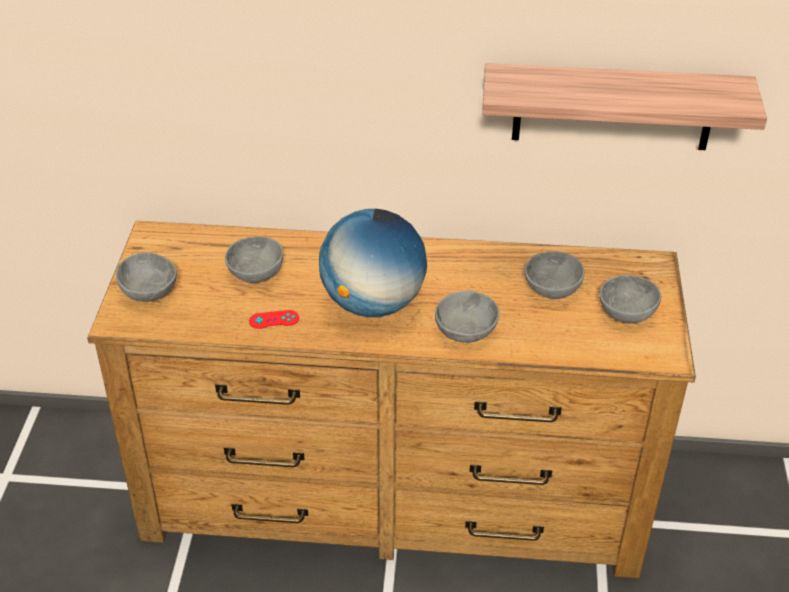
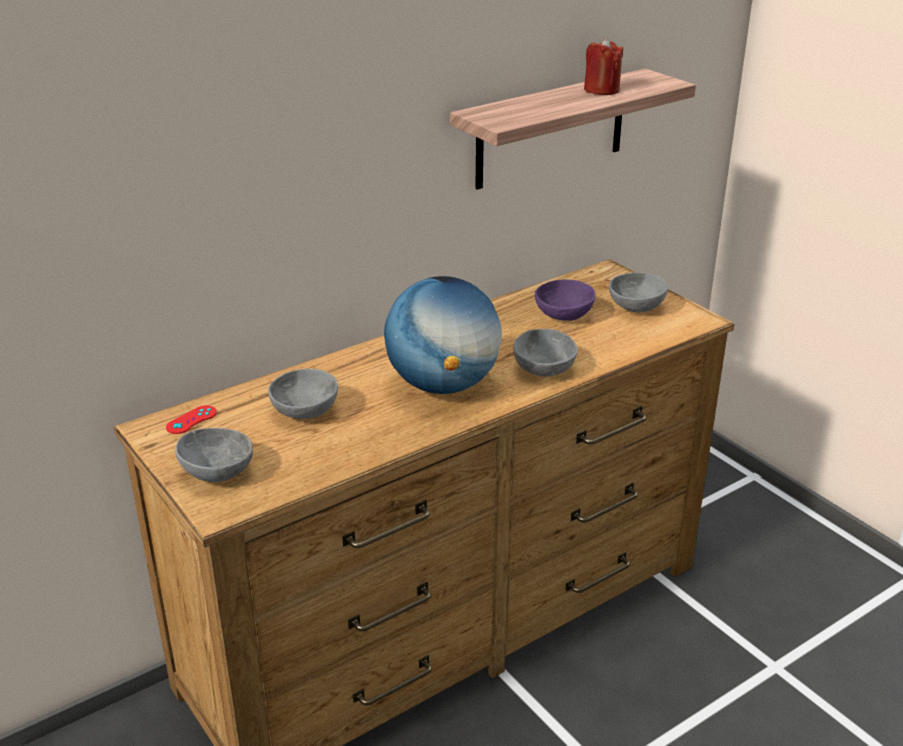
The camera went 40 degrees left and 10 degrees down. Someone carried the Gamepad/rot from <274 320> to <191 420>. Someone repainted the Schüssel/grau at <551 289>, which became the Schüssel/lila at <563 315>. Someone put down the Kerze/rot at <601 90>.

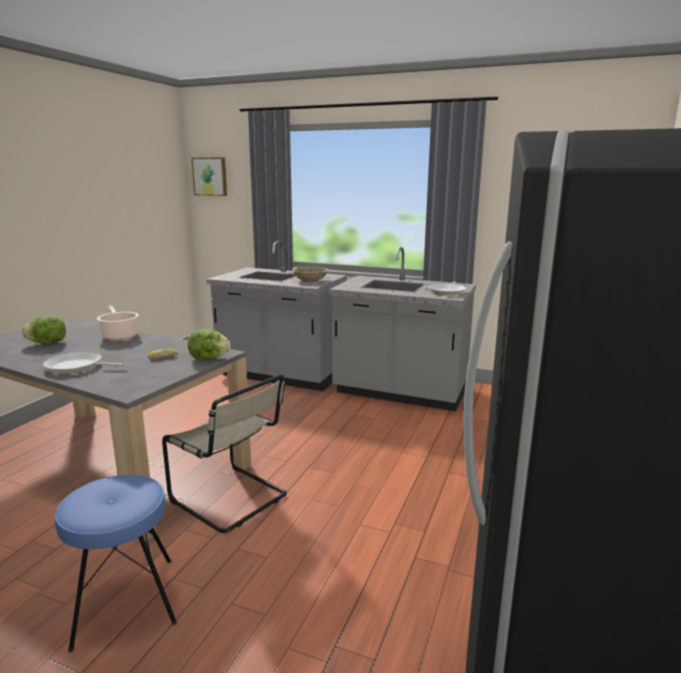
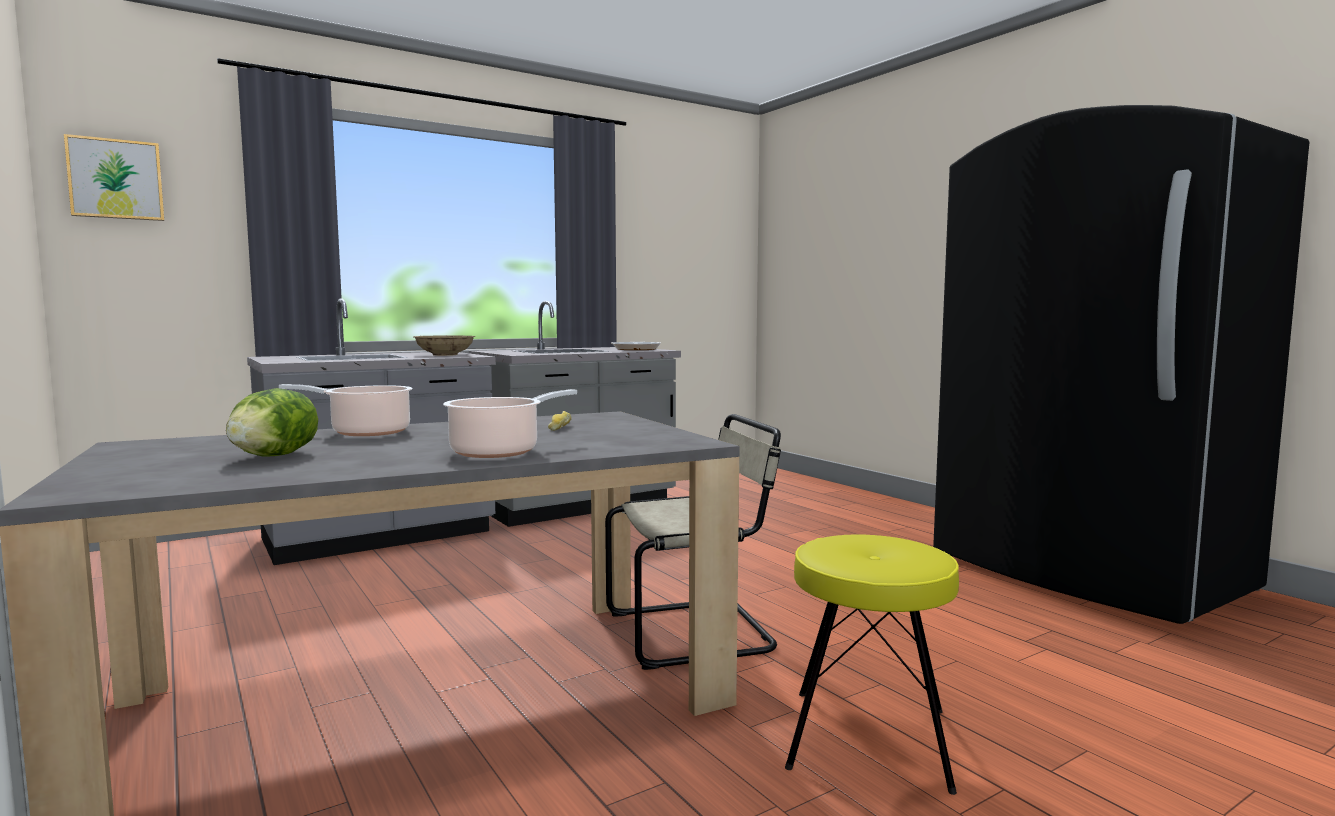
The camera went 55 degrees left and 10 degrees down. Someone swapped the Pfanne at <77 367> for the Kochtopf at <500 451>. Someone repainted the Hocker/blau at <126 601>, which became the Hocker/gelb at <869 737>. Someone took away the Salatkopf at <208 358>.

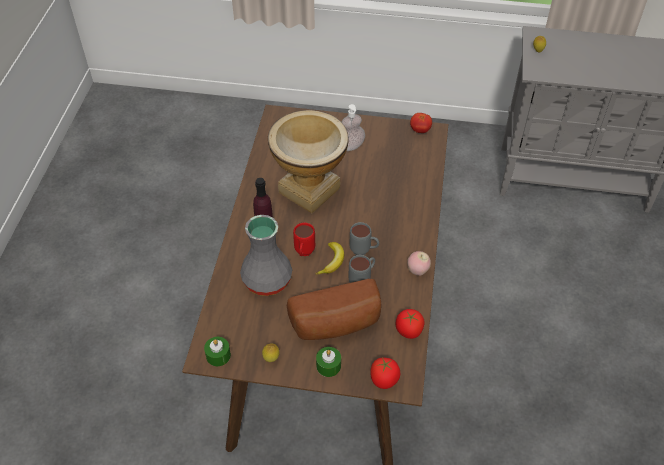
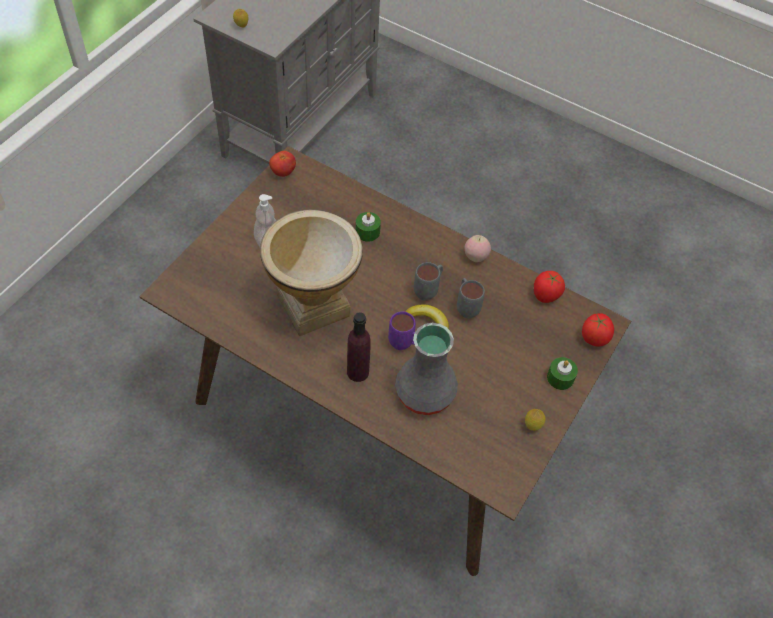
The camera went 70 degrees left and 5 degrees up. Someone carried the Kerze/grün from <218 355> to <367 231>. Someone repainted the Henkelbecher/rot at <303 254>, which became the Henkelbecher/lila at <405 345>. Someone took away the Brot at <337 324>.

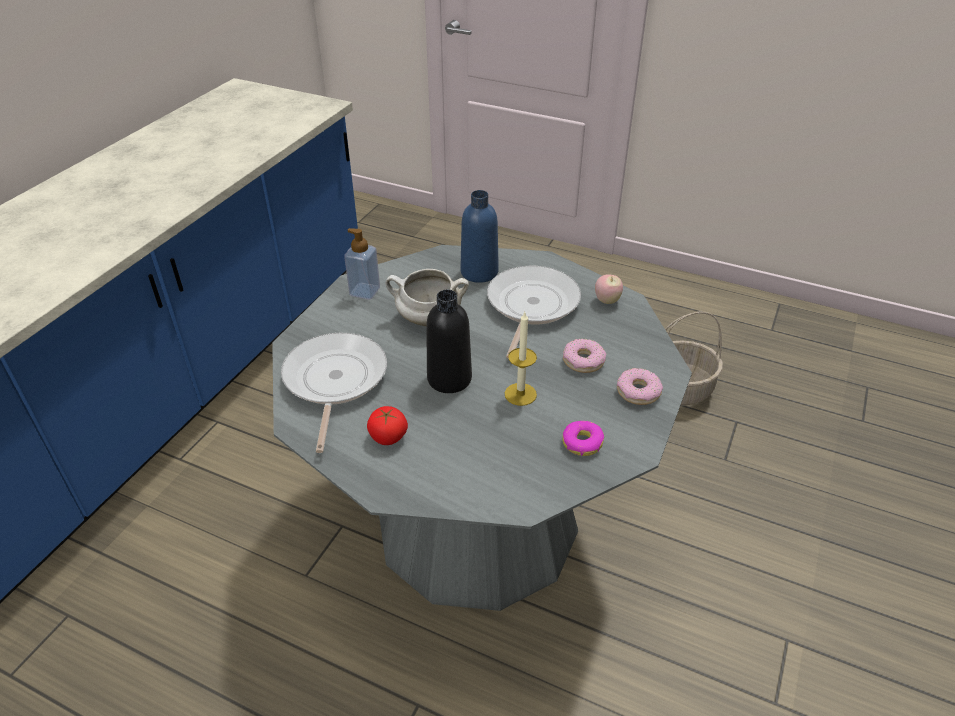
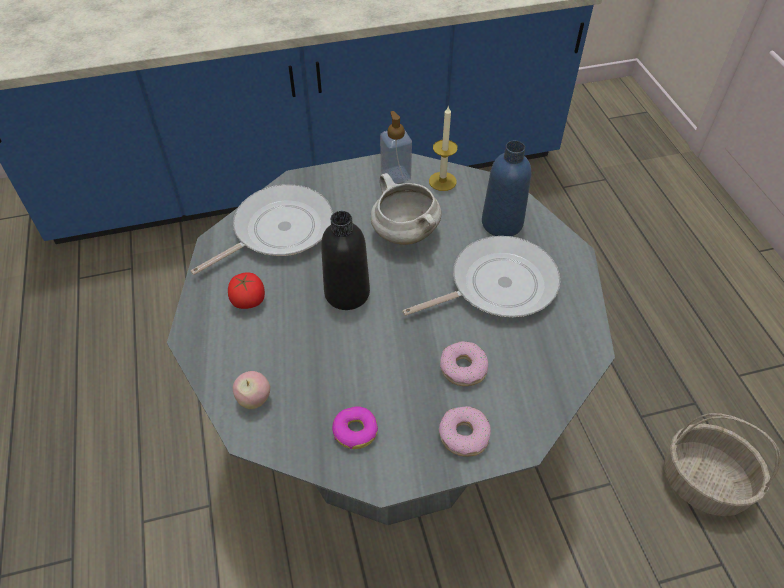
The camera went 50 degrees right and 10 degrees up. Someone carried the Apfel from <607 301> to <254 400>. Someone carried the Kerze from <520 394> to <442 181>.

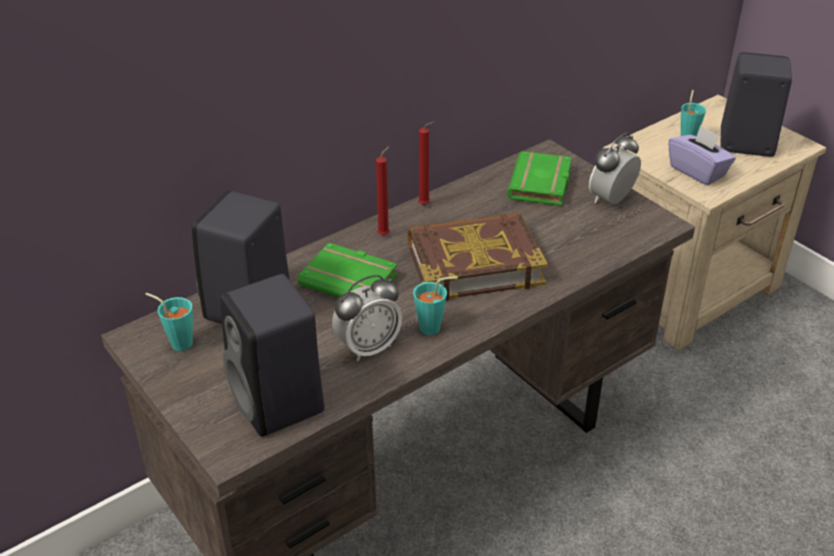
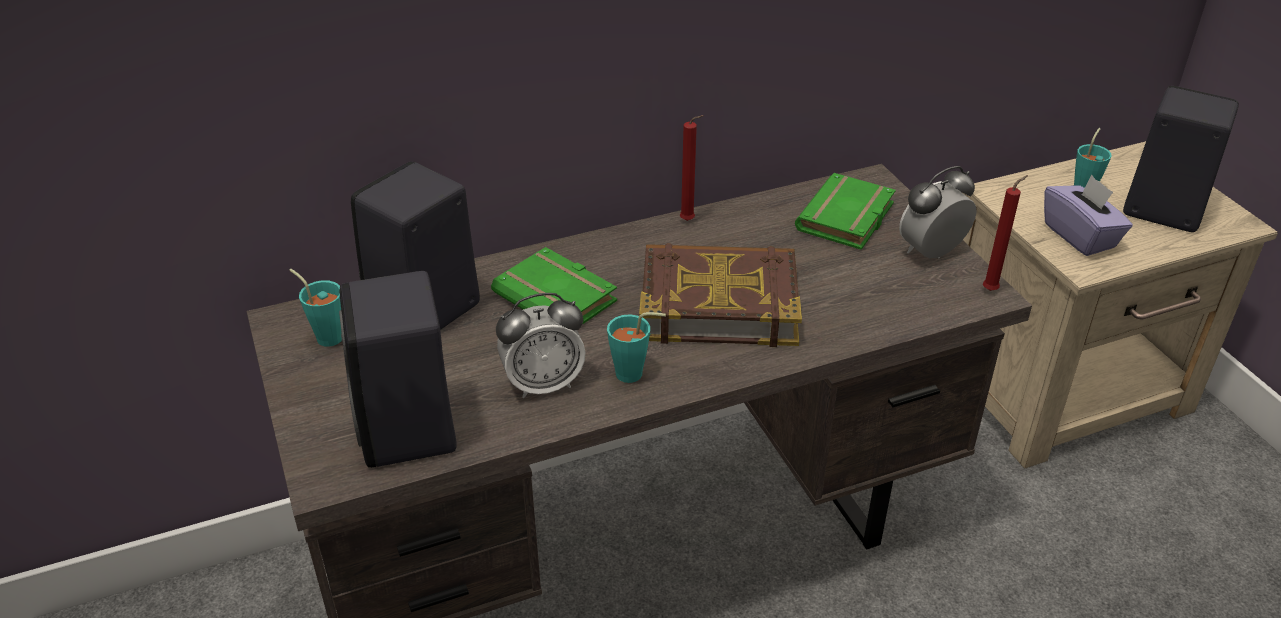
The camera went 15 degrees right and 0 degrees up. Someone carried the Kerze/rot from <385 235> to <992 290>.

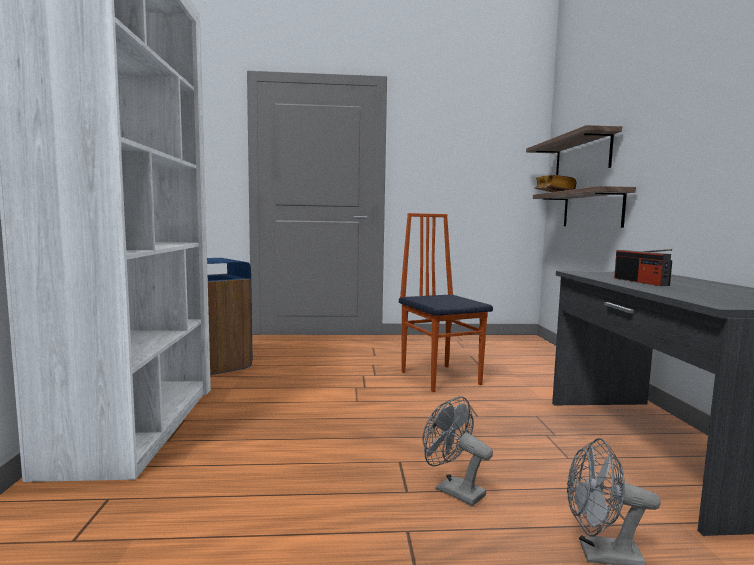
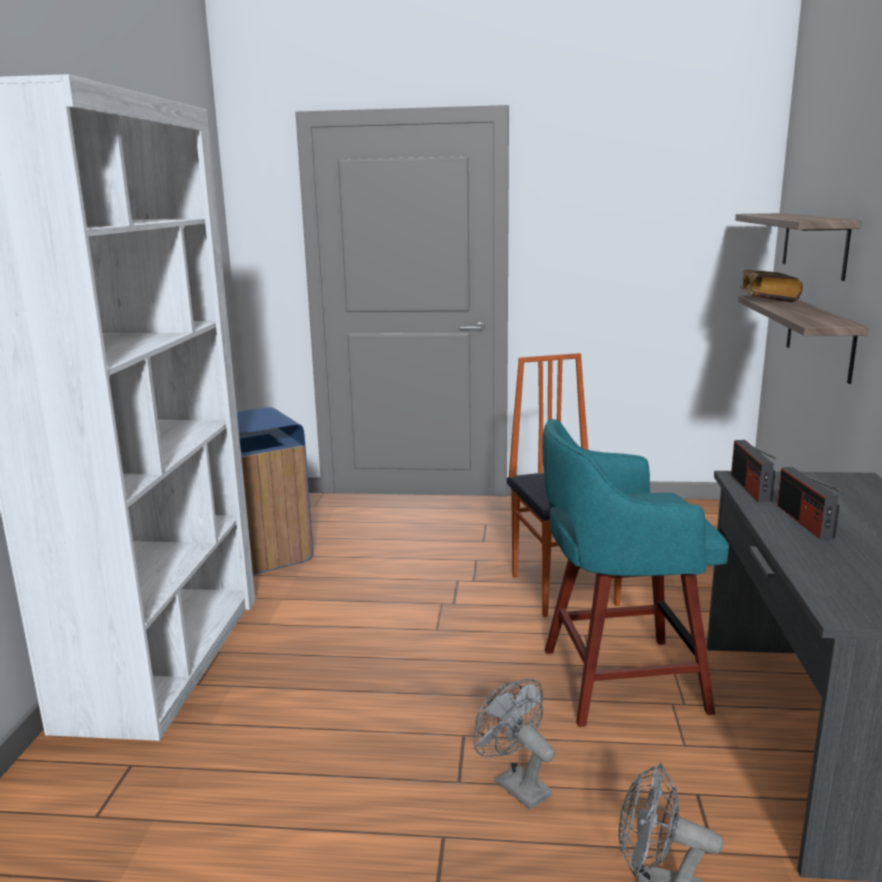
The camera went 10 degrees right and 10 degrees up. Someone put down the Hocker/türkis at <617 680>. Someone put down the Radio at <750 487>.

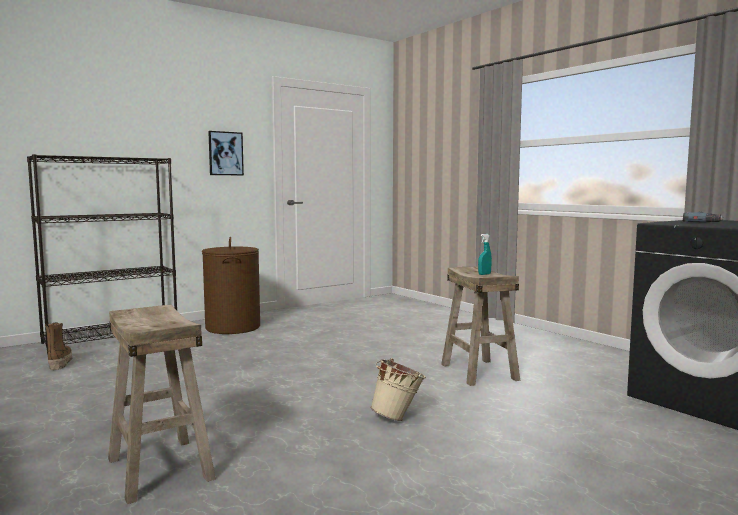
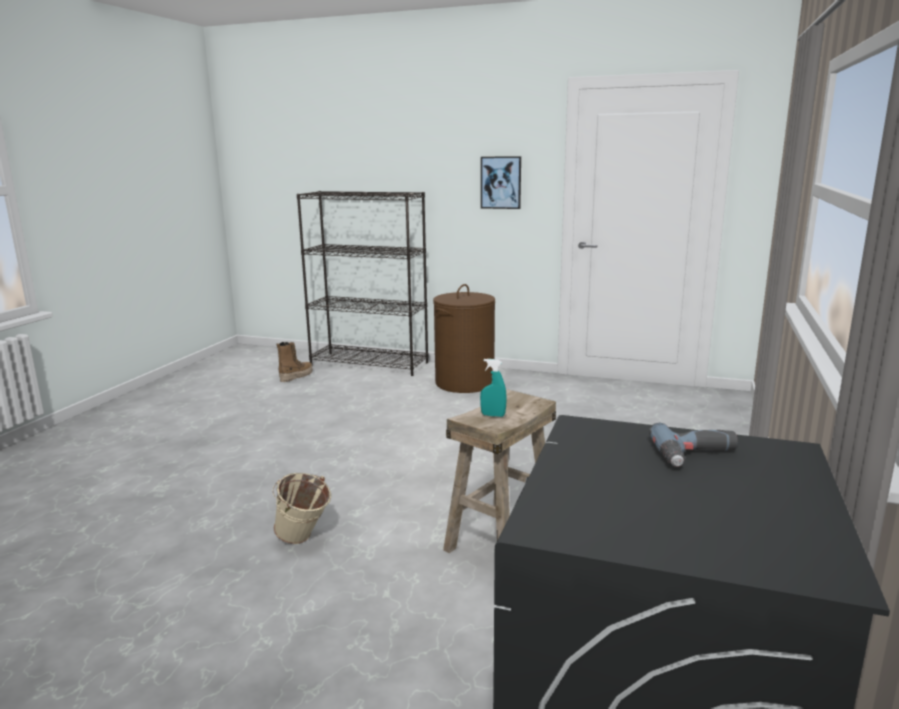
The camera went 55 degrees right and 10 degrees up. Someone took away the Hocker/beige at <161 468>.

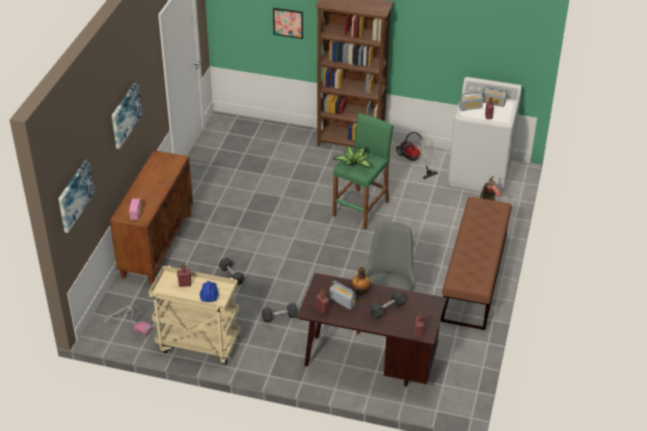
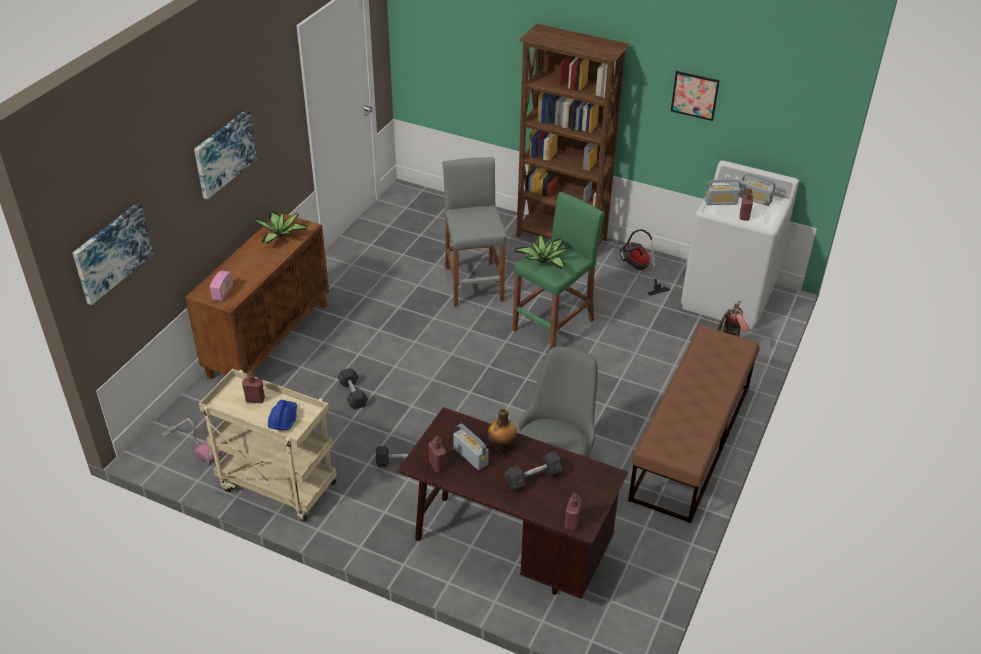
The camera went 10 degrees right and 0 degrees up. Someone put down the Topfpflanze at <281 235>. Someone put down the Hocker/grau at <473 283>. Someone carried the Bild from <288 23> to <695 95>.

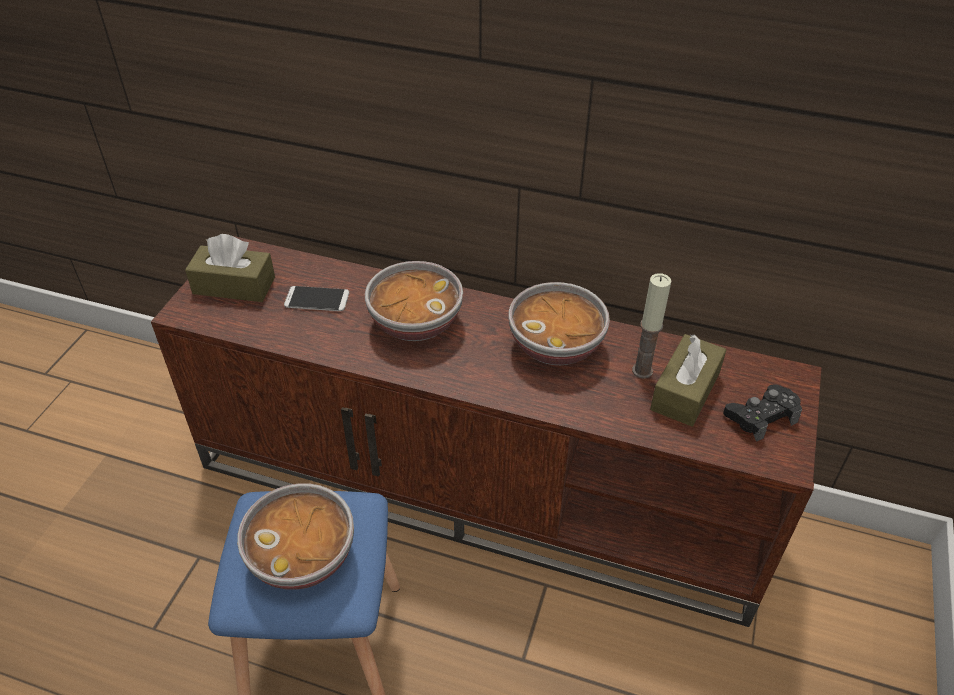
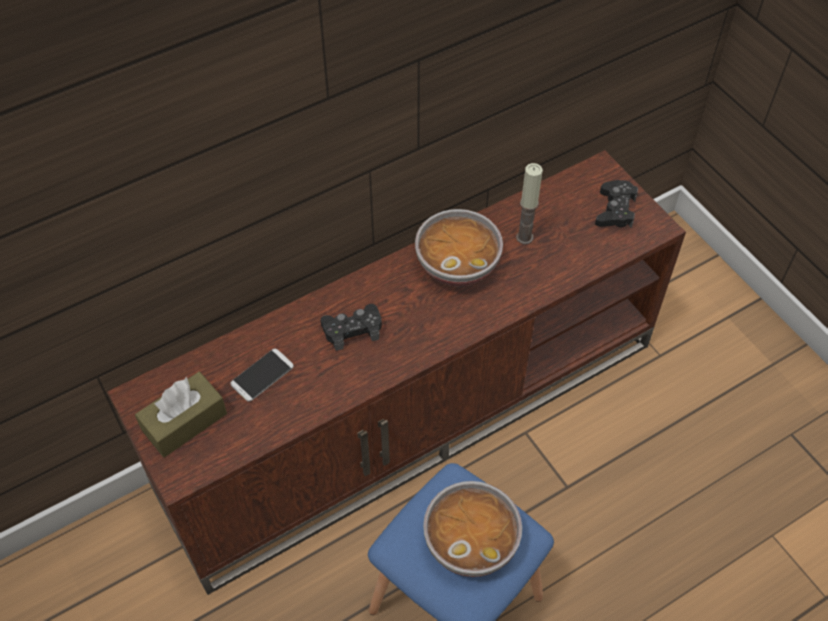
The camera went 50 degrees left and 10 degrees up. Someone swapped the Schüssel at <414 322> for the Gamepad/schwarz at <352 330>. Someone took away the Taschentuchbox/braun at <685 391>.

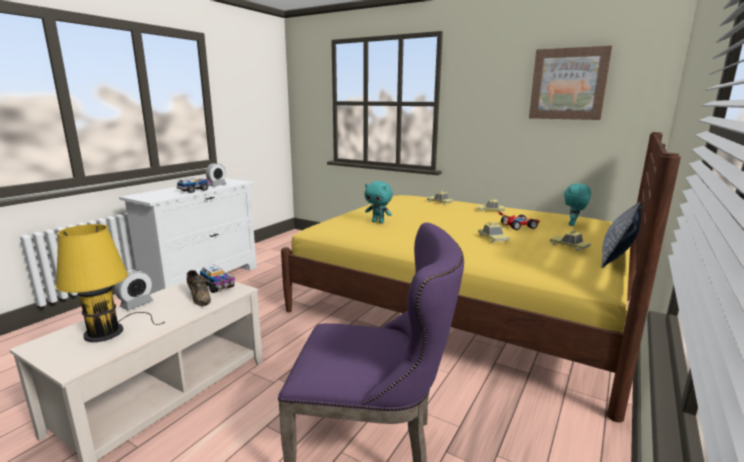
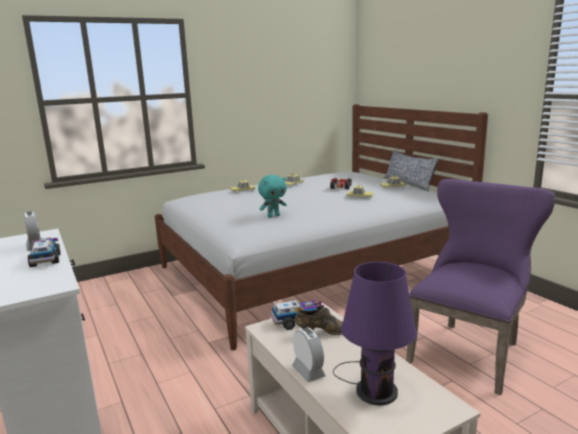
The camera went 60 degrees left and 0 degrees up. Someone repainted the Bett/gelb at <461 305>, which became the Bett/weiß at <311 269>. Someone repainted the Tischlampe/gelb at <108 331>, which became the Tischlampe/lila at <373 389>. Someone took away the Bild at <568 84>. Someone took away the Plüschtier/türkis at <573 224>.

